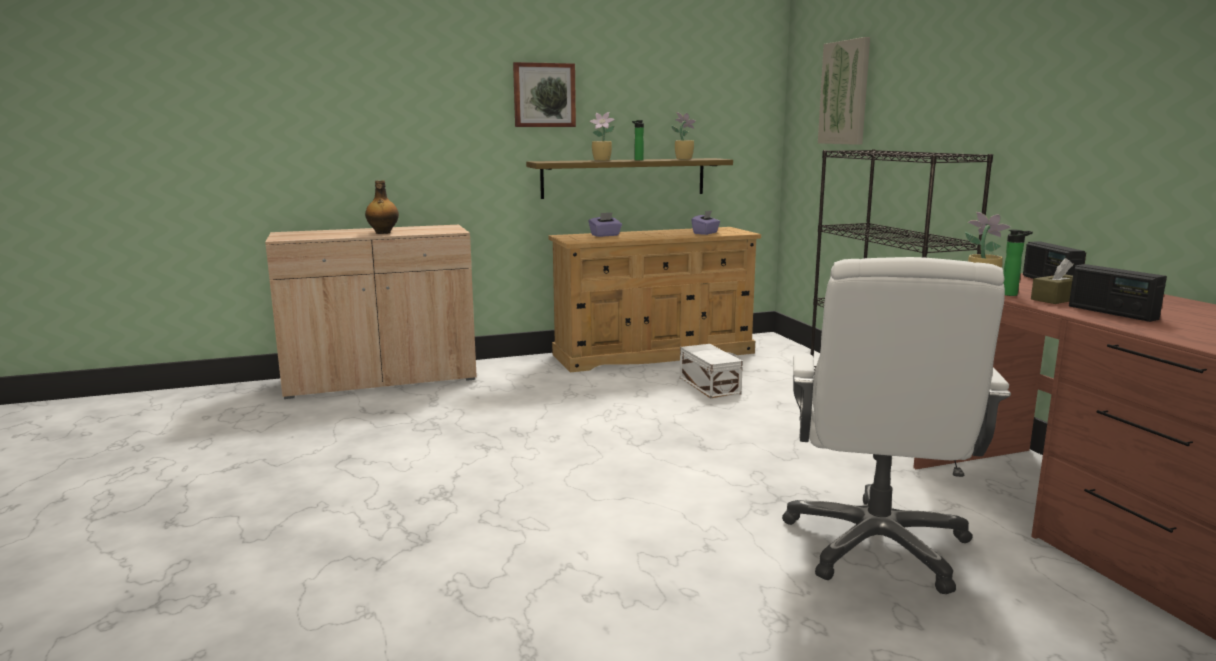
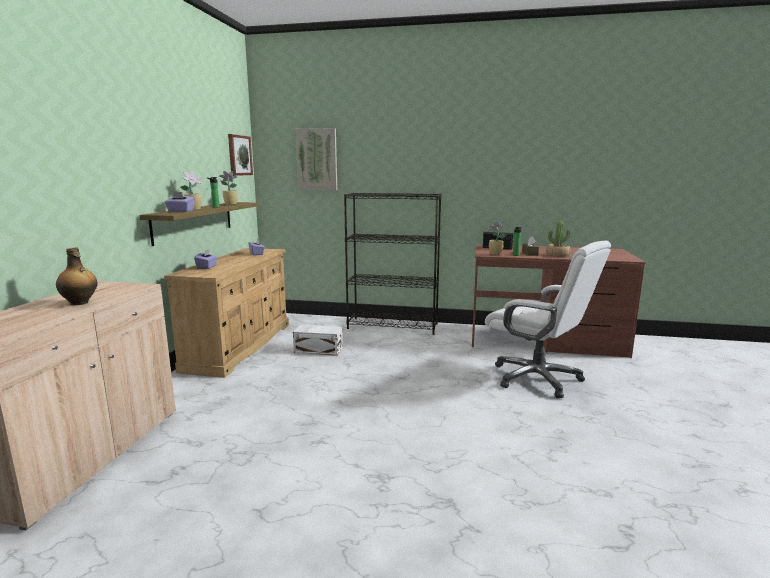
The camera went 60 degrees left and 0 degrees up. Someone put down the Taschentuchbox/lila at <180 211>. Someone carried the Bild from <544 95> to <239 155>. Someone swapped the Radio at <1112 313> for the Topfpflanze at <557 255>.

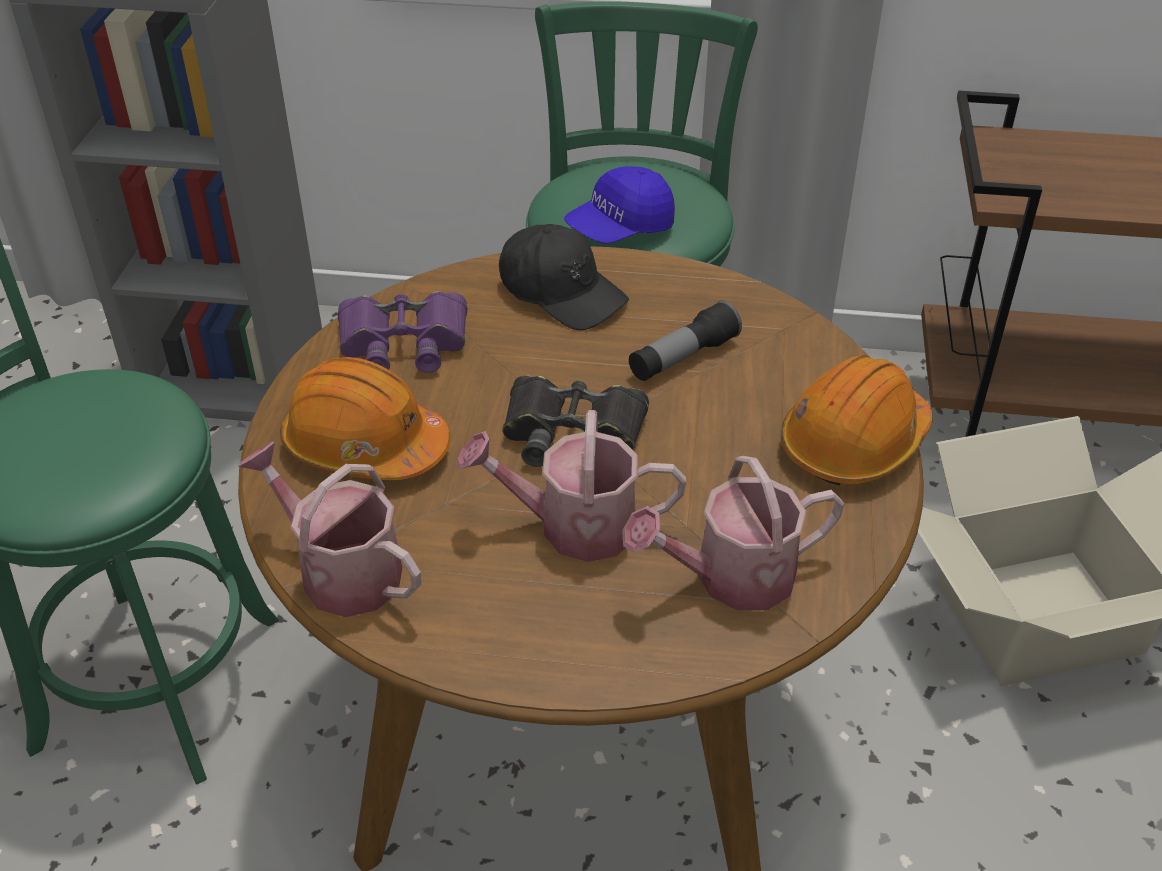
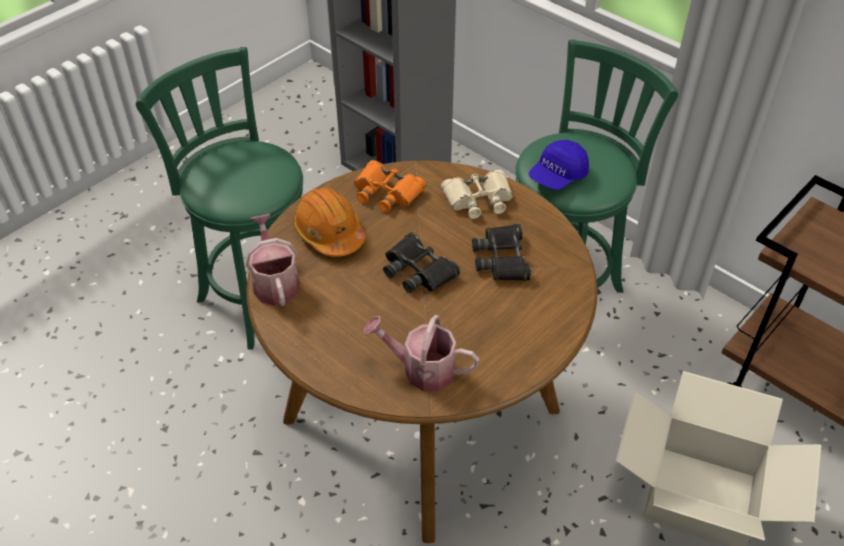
The camera went 35 degrees right and 5 degrees up. Someone repainted the Fernglas/lila at <404 343>, which became the Fernglas/orange at <387 192>. Someone swapped the Kappe/schwarz at <561 292> for the Fernglas/beige at <478 199>. Someone swapped the Taschenlampe at <683 358> for the Fernglas/schwarz at <502 258>. Someone rotated the Kappe/blau at <620 228> by 45 degrees counterclockwise. Someone took away the Gießkanne at <573 526>. Someone took away the Schutzhelm/orange at <853 443>.

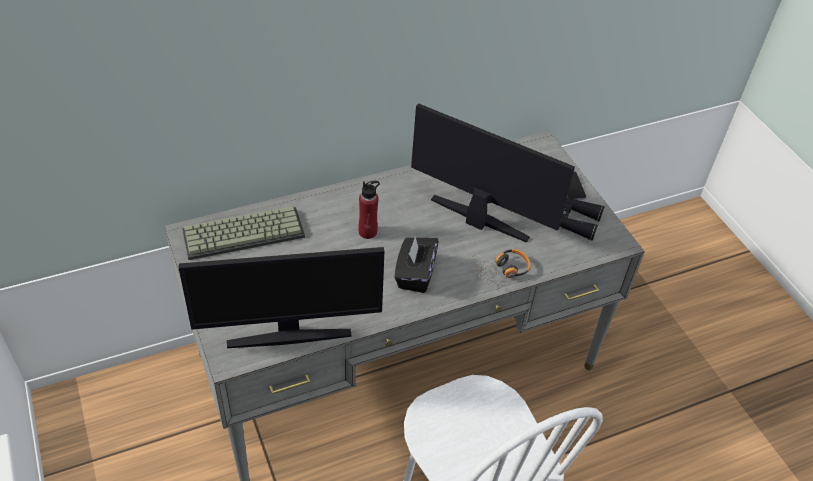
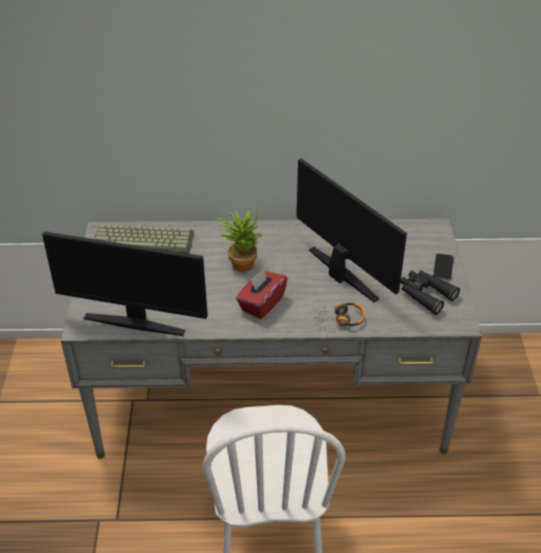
The camera went 25 degrees right and 5 degrees down. Someone swapped the Flasche/rot at <368 232> for the Topfpflanze at <241 262>. Someone repainted the Taschentuchbox/schwarz at <415 275>, which became the Taschentuchbox/rot at <261 303>.

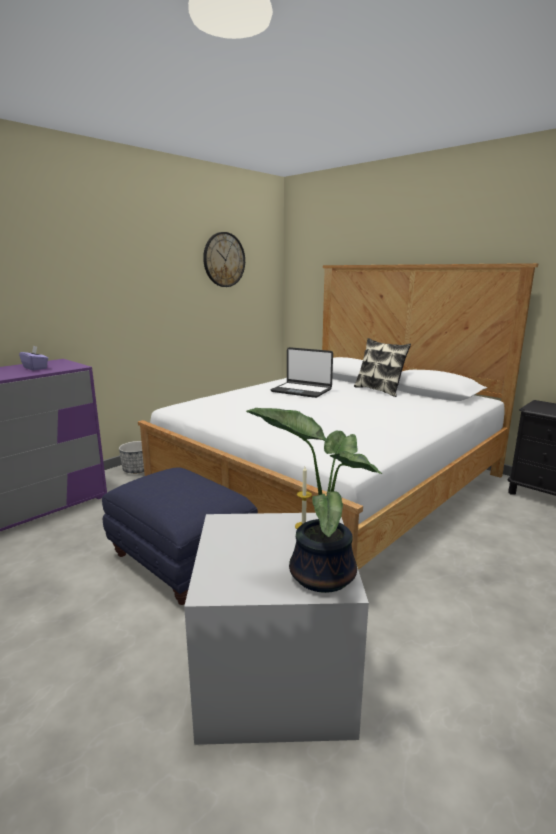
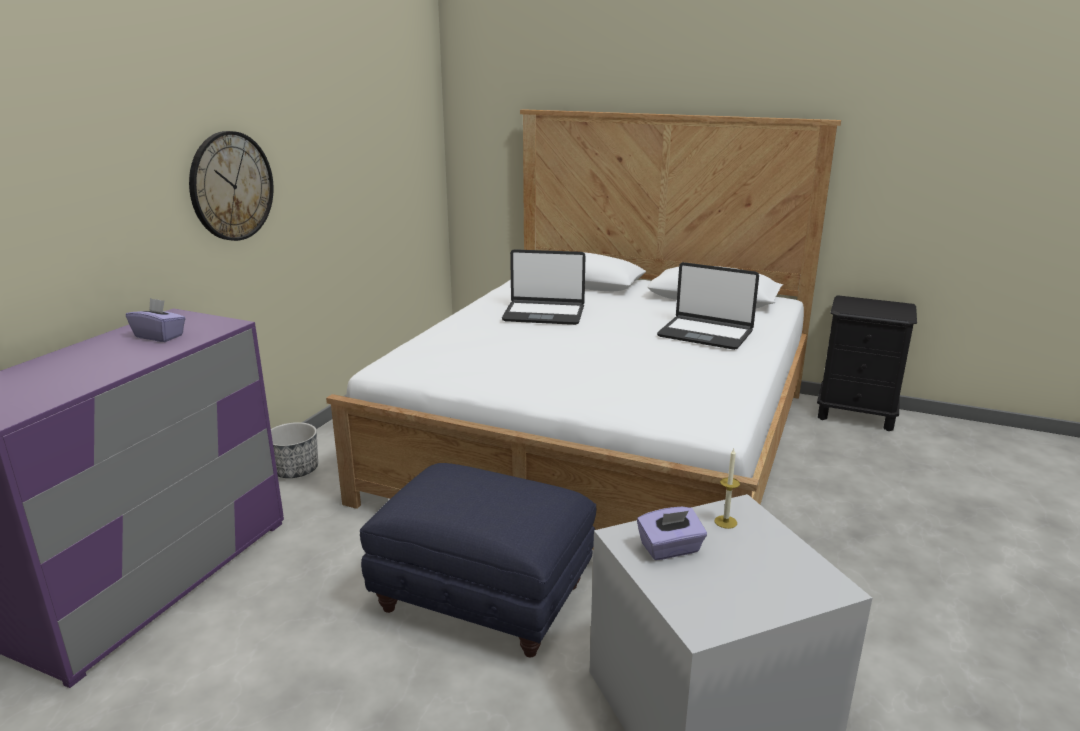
The camera went 20 degrees left and 5 degrees up. Someone carried the Wanduhr from <224 260> to <231 186>. Someone put down the Taschentuchbox/lila at <670 549>. Someone put down the Laptop at <705 334>. Someone took away the Topfpflanze at <319 572>. Someone took away the Kissen at <379 390>.

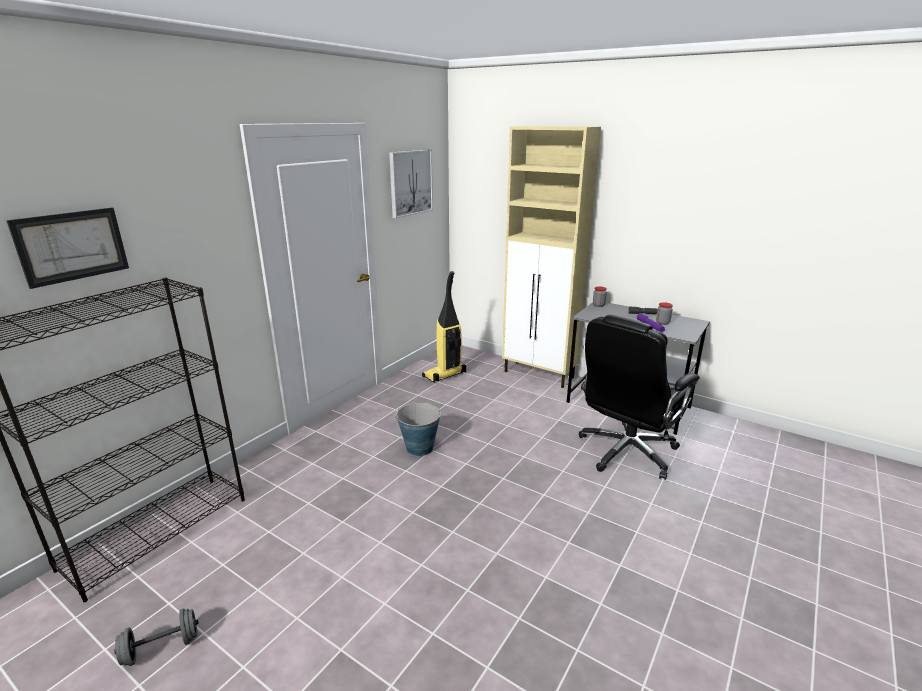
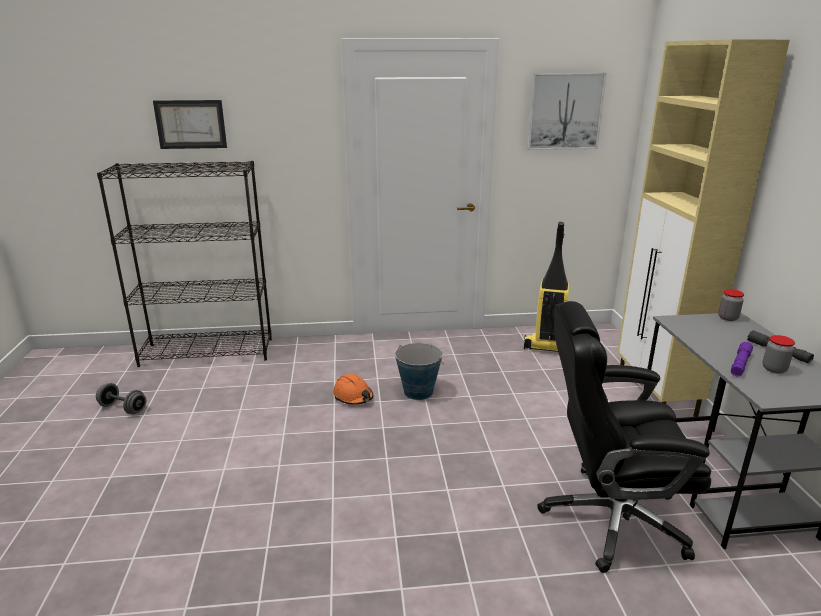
The camera went 50 degrees right and 0 degrees up. Someone put down the Schutzhelm/orange at <353 396>.

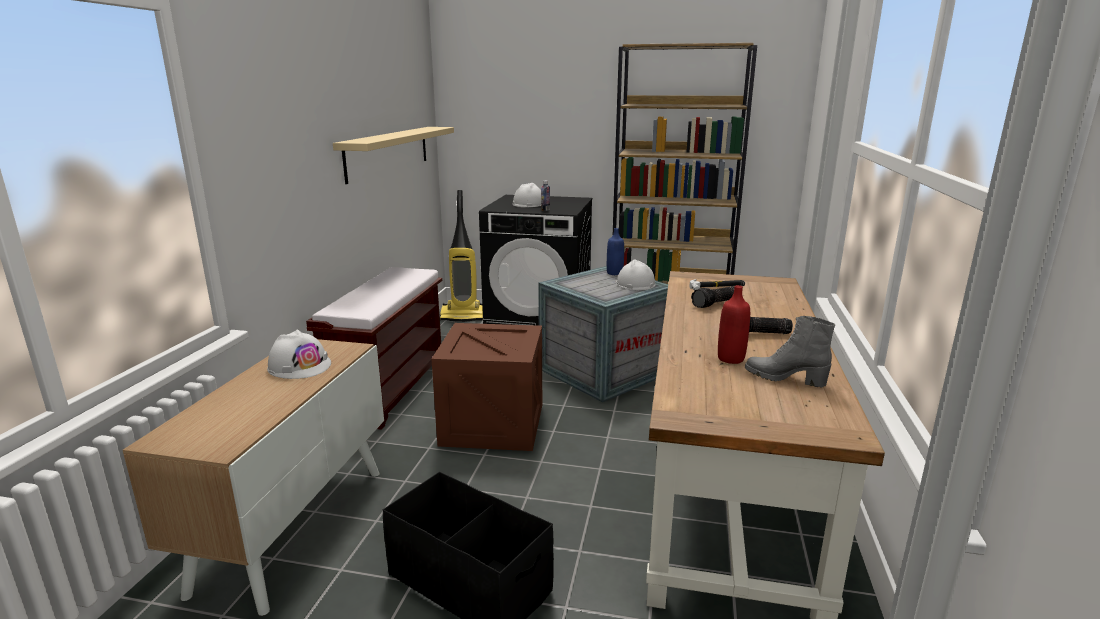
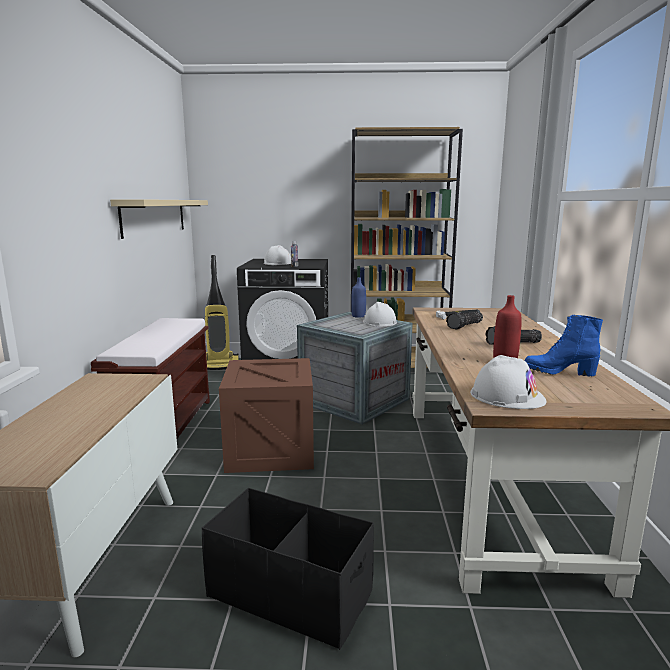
The camera went 10 degrees left and 5 degrees down. Someone carried the Schutzhelm/weiß from <300 366> to <507 396>. Someone repainted the Stiefel/grau at <785 378>, which became the Stiefel/blau at <558 372>.

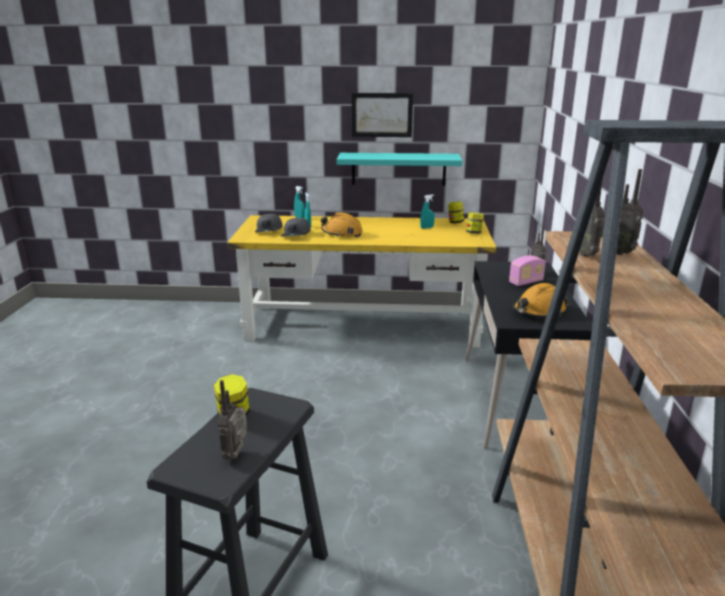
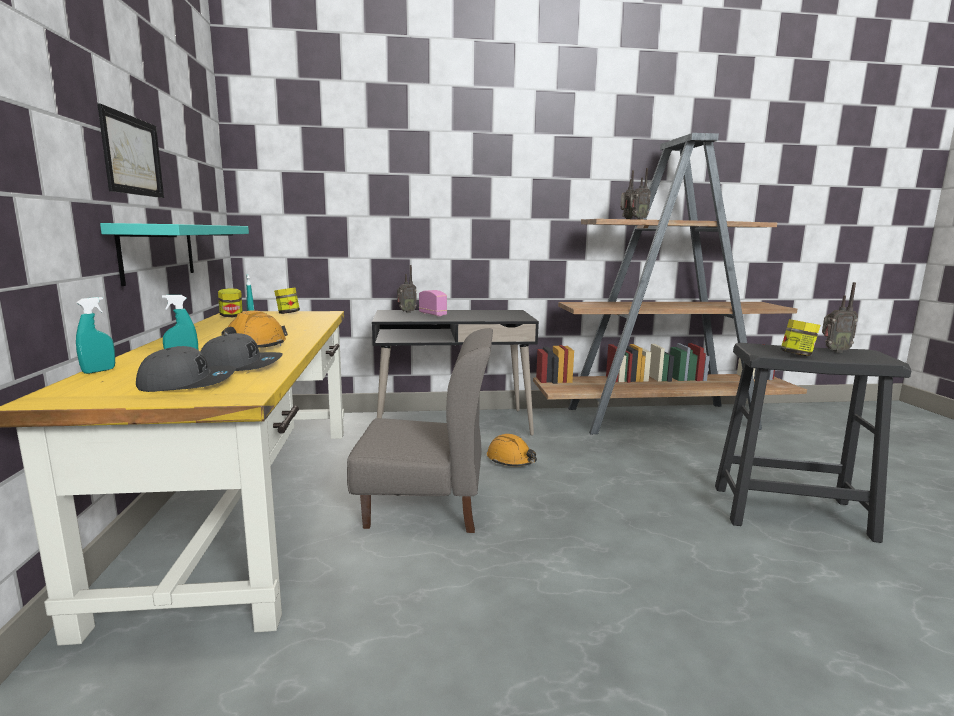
The camera went 100 degrees left and 10 degrees down. Someone put down the Stuhl/grau at <425 506>. Someone carried the Schutzhelm/orange from <539 311> to <511 460>.

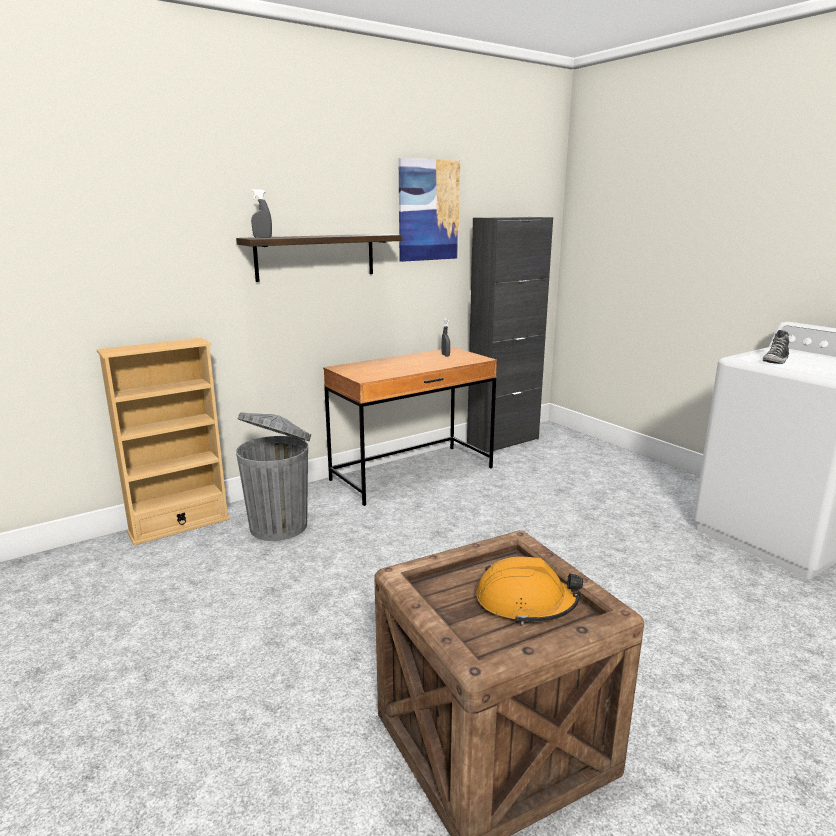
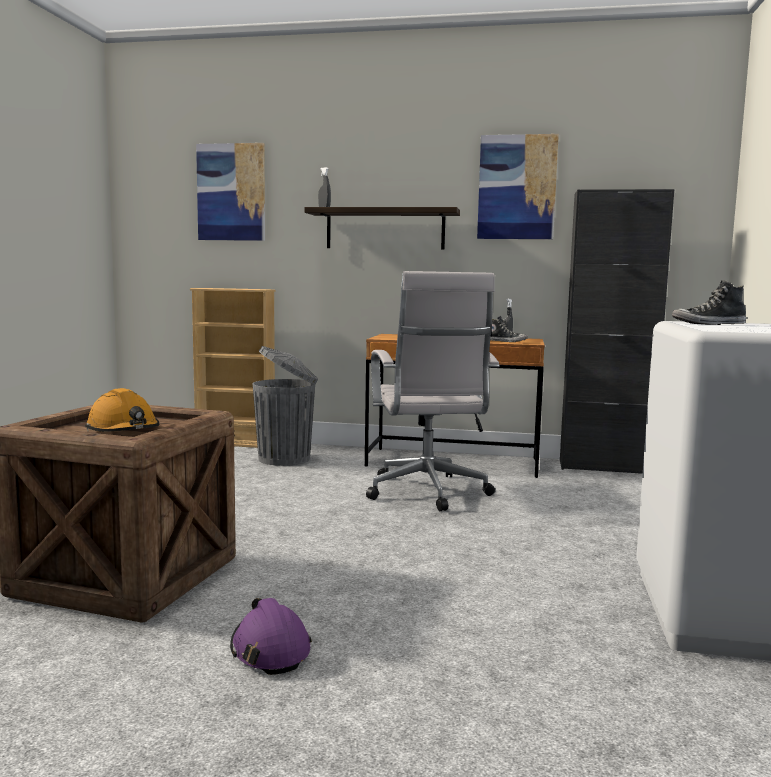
The camera went 45 degrees right and 10 degrees down. Someone put up the Bild at <231 192>. Someone put down the Schutzhelm/lila at <270 650>. Someone put down the Bürostuhl/weiß at <428 493>. Someone put down the Schuh at <506 341>.

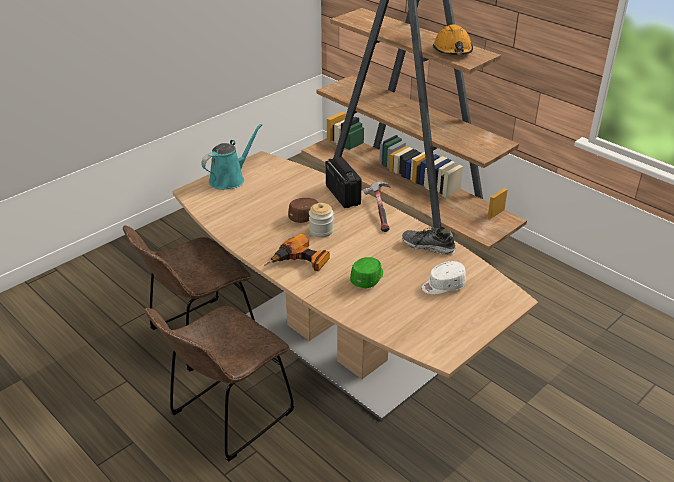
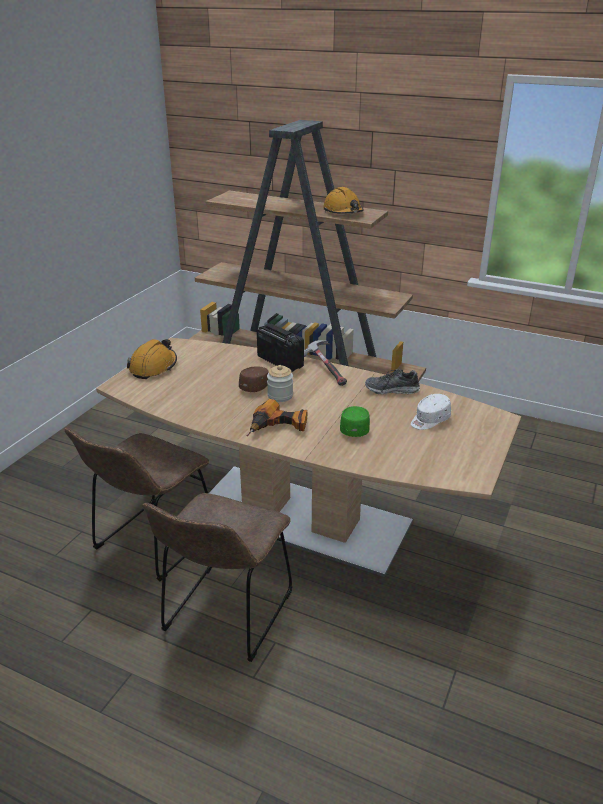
The camera went 20 degrees left and 5 degrees down. Someone swapped the Gießkanne/türkis at <229 179> for the Schutzhelm/orange at <153 367>.

